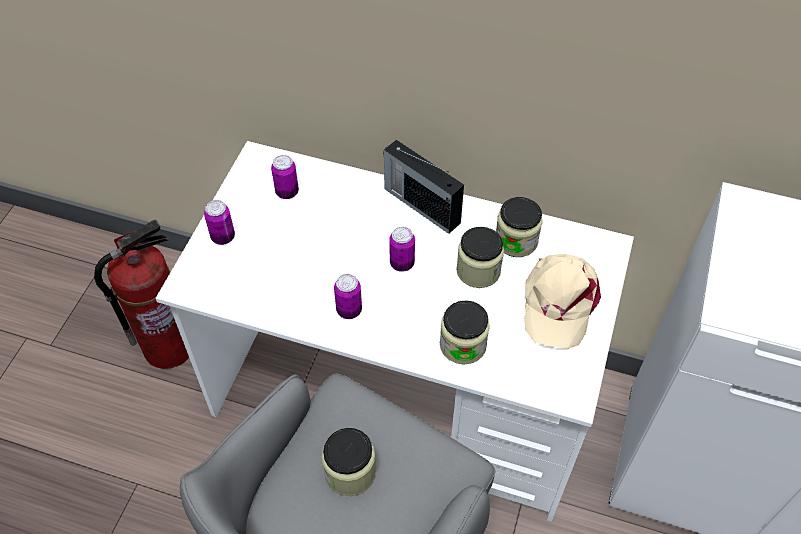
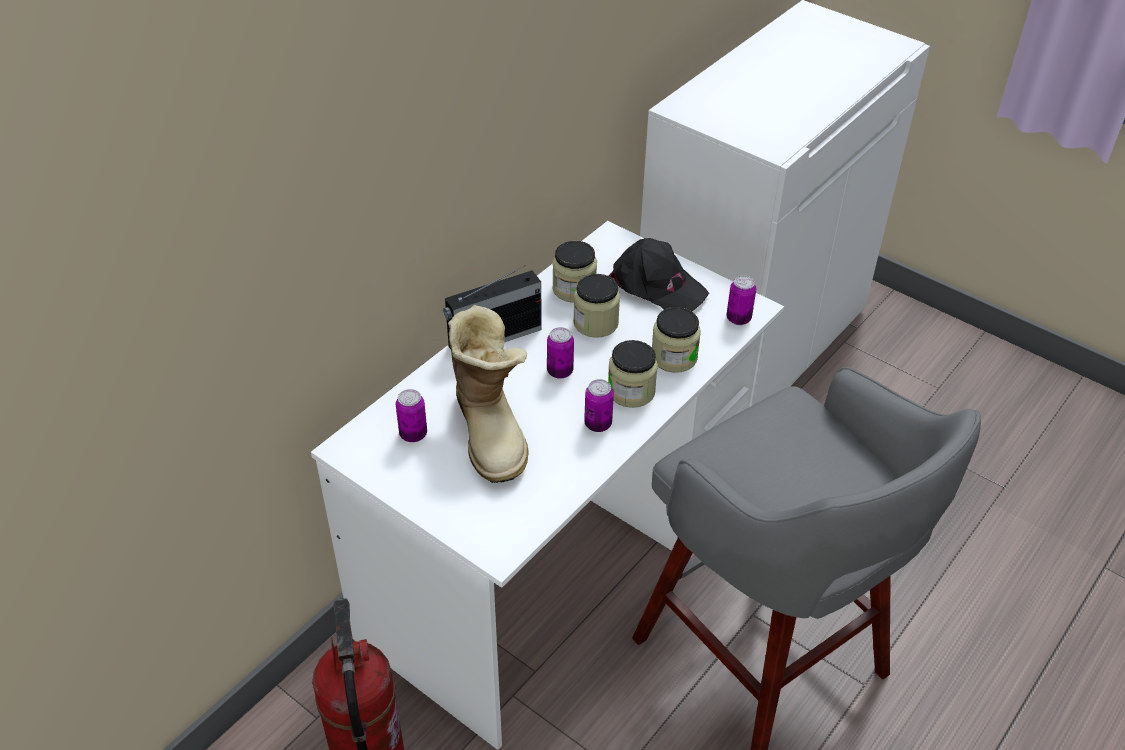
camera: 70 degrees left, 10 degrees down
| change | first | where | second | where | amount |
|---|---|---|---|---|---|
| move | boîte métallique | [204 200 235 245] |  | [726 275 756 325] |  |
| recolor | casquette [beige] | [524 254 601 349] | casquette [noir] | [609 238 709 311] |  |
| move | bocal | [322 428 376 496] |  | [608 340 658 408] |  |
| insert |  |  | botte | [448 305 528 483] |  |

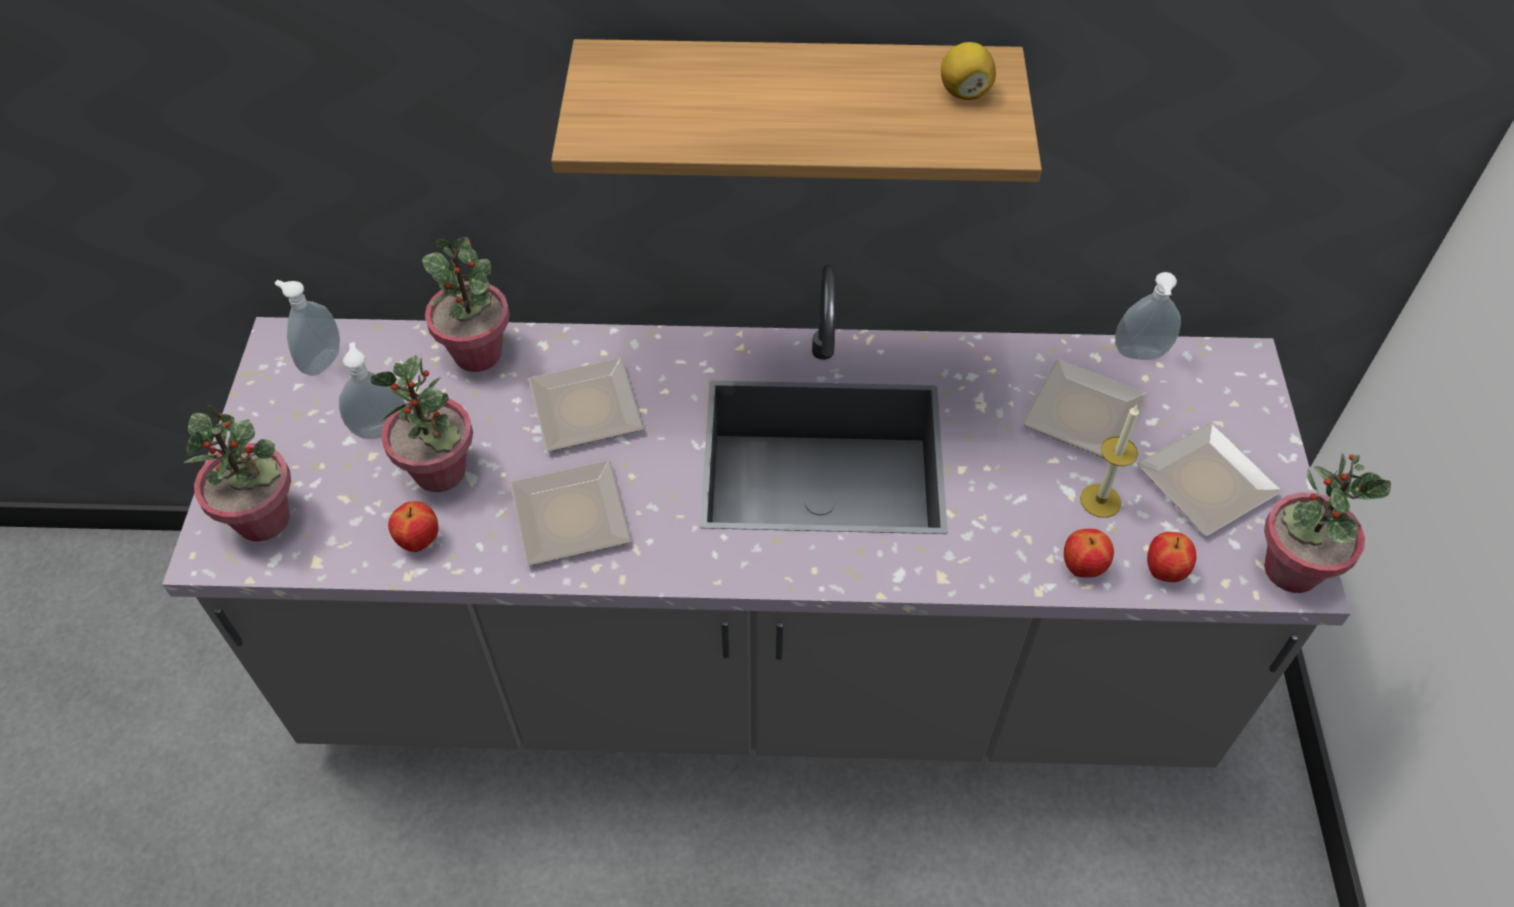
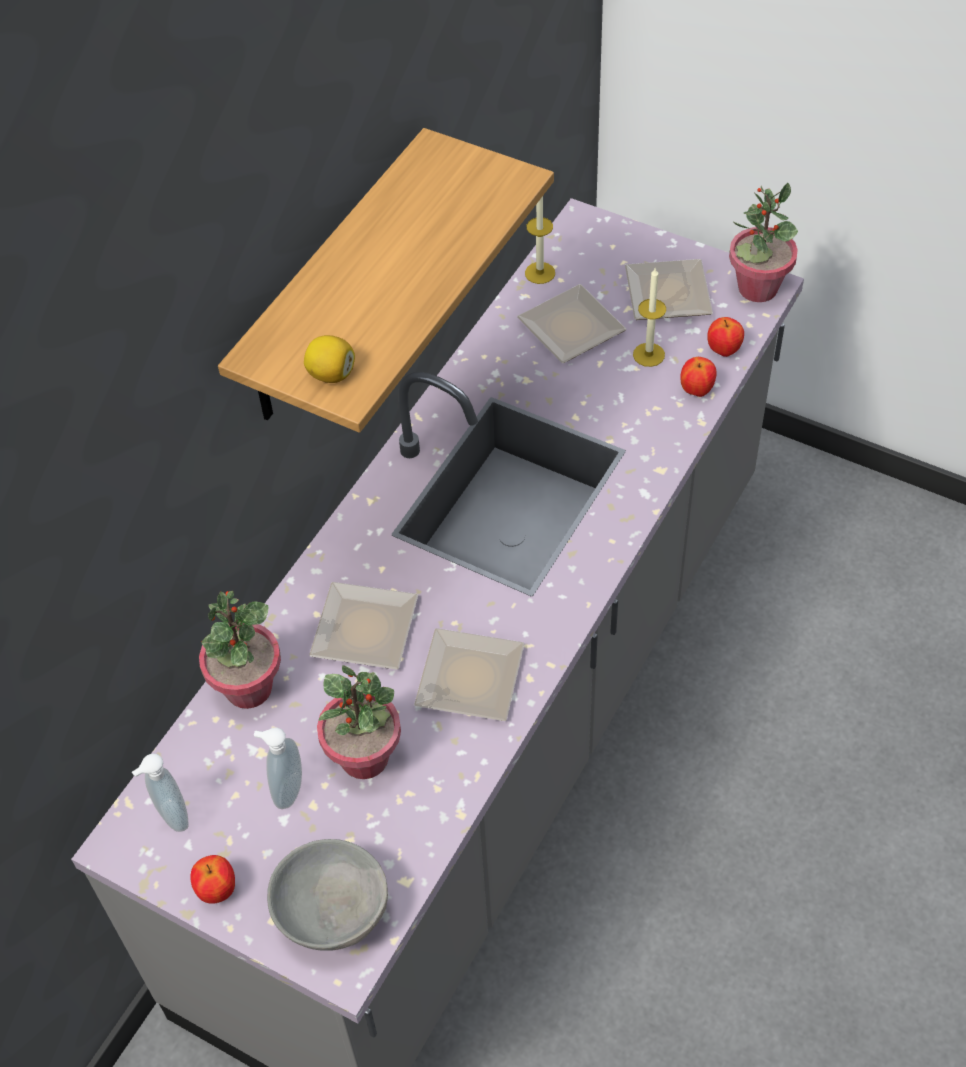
camera: 60 degrees left, 0 degrees up
| change | first | where | second | where | amount |
|---|---|---|---|---|---|
| move | citron | [941 42 996 100] |  | [304 335 355 383] |  |
| replace | distributeur de savon | [1115 272 1181 360] | bougie | [525 196 555 284] |  |
| replace | plante en pot | [184 404 291 541] | bol [gris] | [267 839 388 951] |  |
| move | pomme | [388 501 438 552] |  | [190 855 235 904] |  |

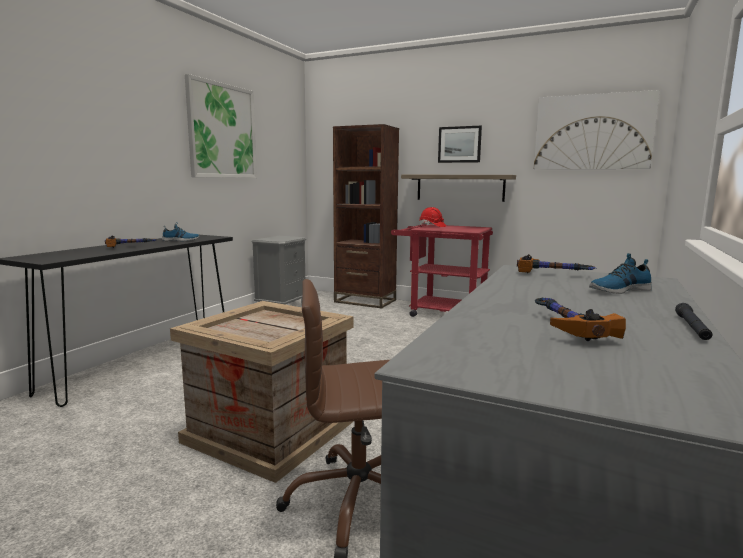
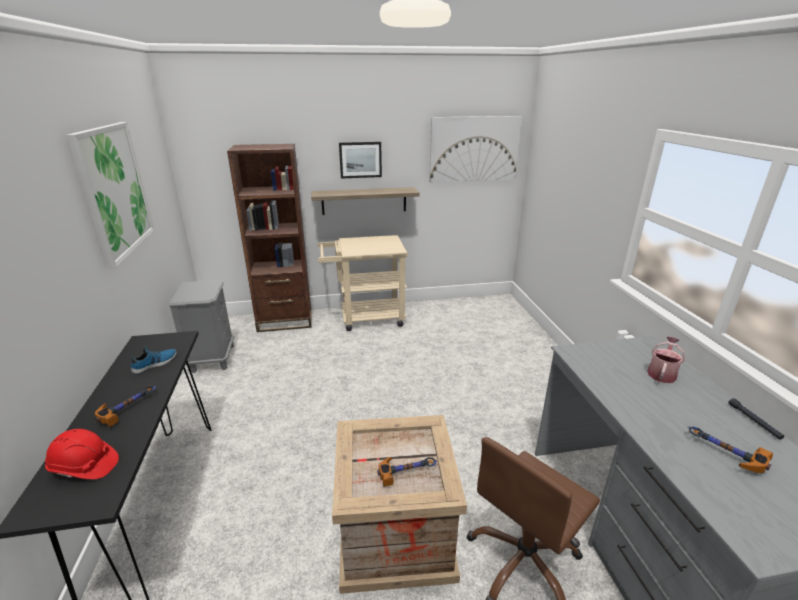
camera: 35 degrees left, 15 degrees up
| change | first | where | second | where | amount |
|---|---|---|---|---|---|
| move | casque de chantier [rouge] | [419 207 446 227] |  | [45 429 119 479] |  |
| recolor | chariot [rouge] | [391 224 493 317] | chariot [beige] | [318 235 408 331] |  |
| replace | chaussure | [589 253 652 294] | arrosoir | [647 336 685 383] |  |
| move | marteau | [517 254 597 273] |  | [377 457 438 487] |  |

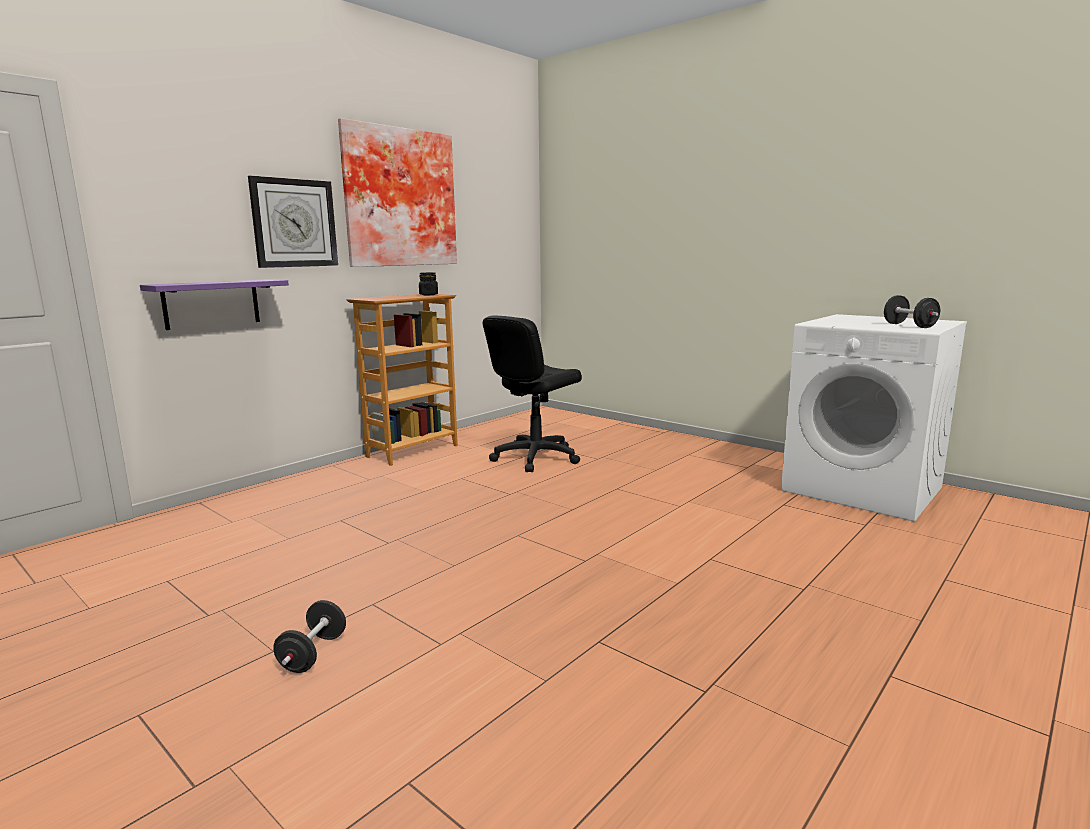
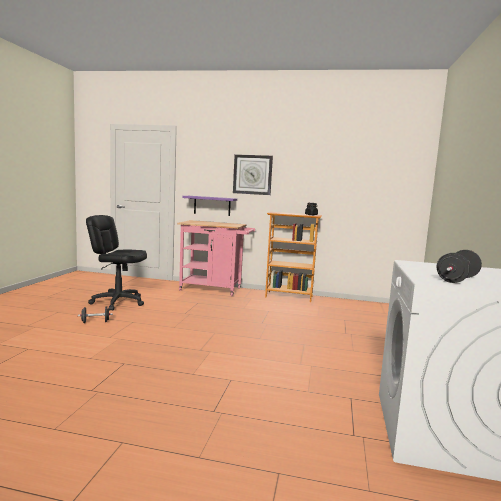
camera: 60 degrees right, 5 degrees down
| change | first | where | second | where | amount |
|---|---|---|---|---|---|
| delete | tableau | [338 118 457 267] |  |  |  |
| move | chaise de bureau [noir] | [483 316 582 472] |  | [86 215 147 311] |  |
| insert |  |  | chariot [rose] | [177 220 255 296] |  |

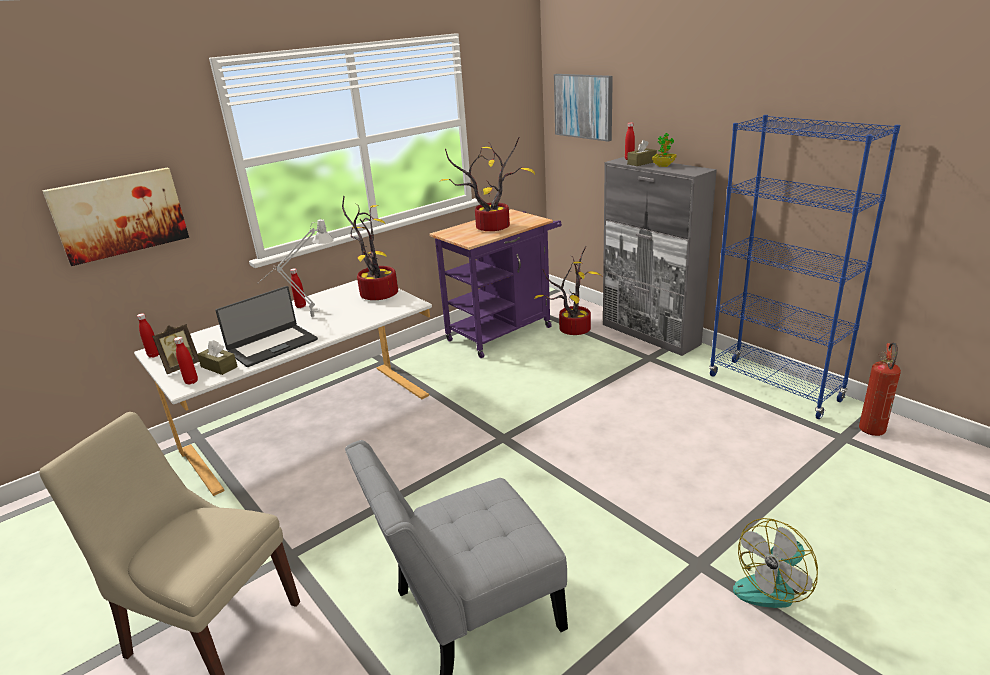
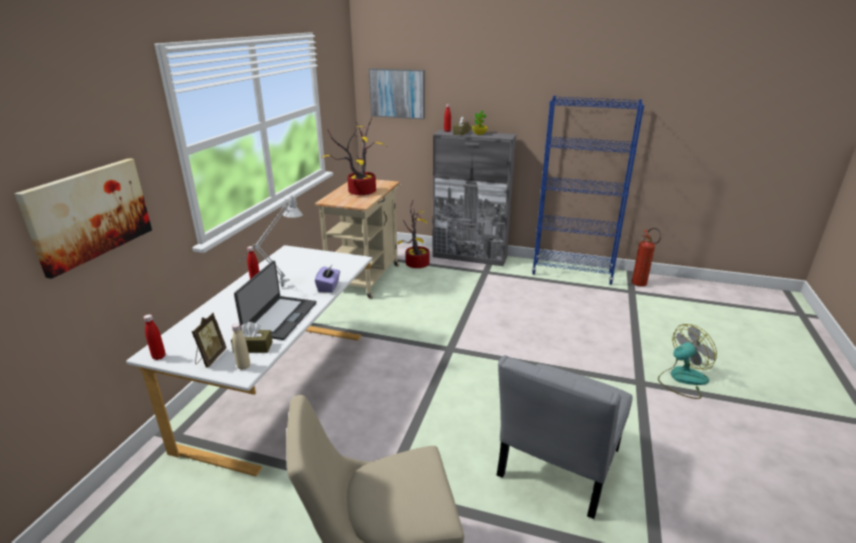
camera: 35 degrees left, 0 degrees up
| change | first | where | second | where | amount |
|---|---|---|---|---|---|
| delete | plante en pot | [342 196 398 300] |  |  |  |
| recolor | chariot [violet] | [429 209 562 358] | chariot [beige] | [315 180 401 299] |  |
| recolor | bouteille [rouge] | [174 337 198 385] | bouteille [beige] | [232 323 250 370] |  |
| rotate | ventilateur | [733 518 818 608] |  | [658 324 717 399] | 135 degrees counterclockwise |
| insert |  |  | boîte à mouchoirs [violet] | [315 265 340 293] |  |

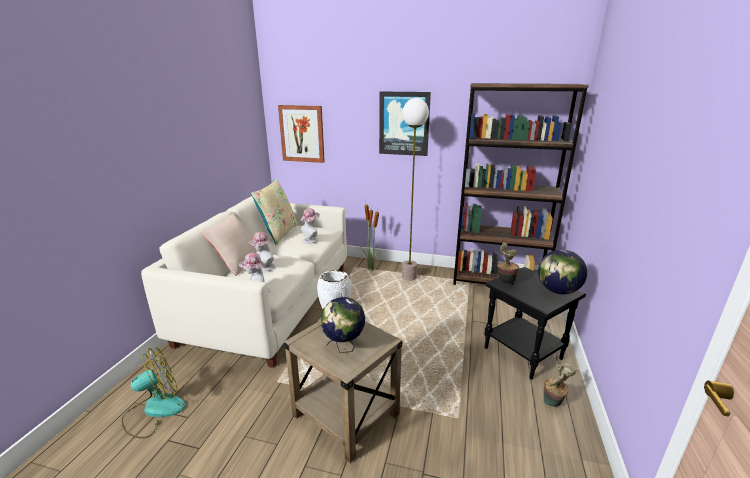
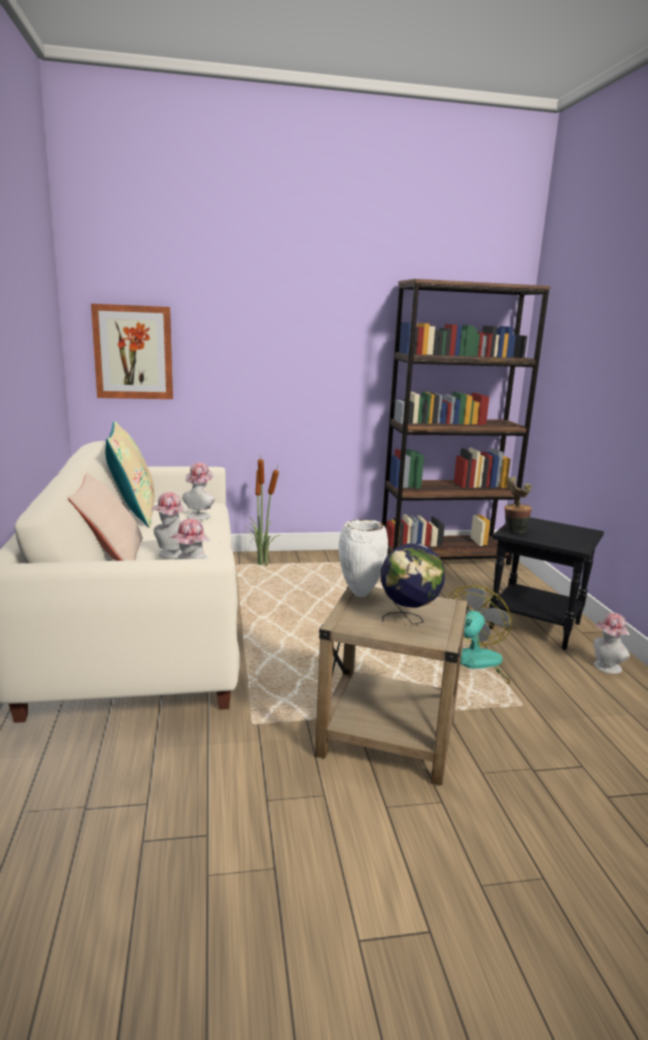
camera: 25 degrees left, 5 degrees down
| change | first | where | second | where | amount |
|---|---|---|---|---|---|
| delete | tableau | [379 91 431 156] |  |  |  |
| delete | lampadaire | [402 98 429 281] |  |  |  |
| delete | globe | [538 250 587 294] |  |  |  |
| move | ventilateur | [121 348 186 439] |  | [448 586 512 684] |  |
| replace | plante en pot | [544 363 576 407] | chapeau | [593 613 630 674] |  |

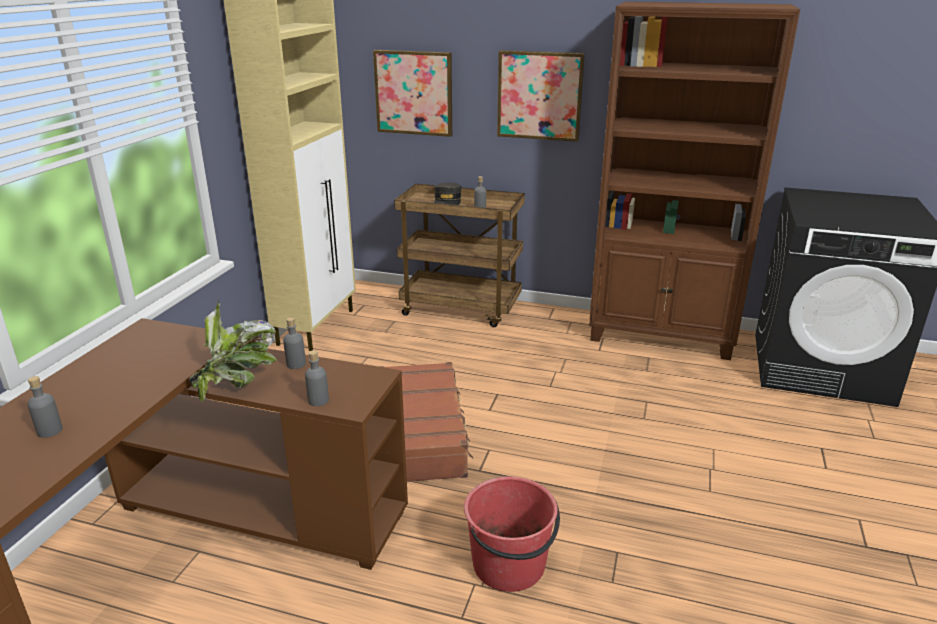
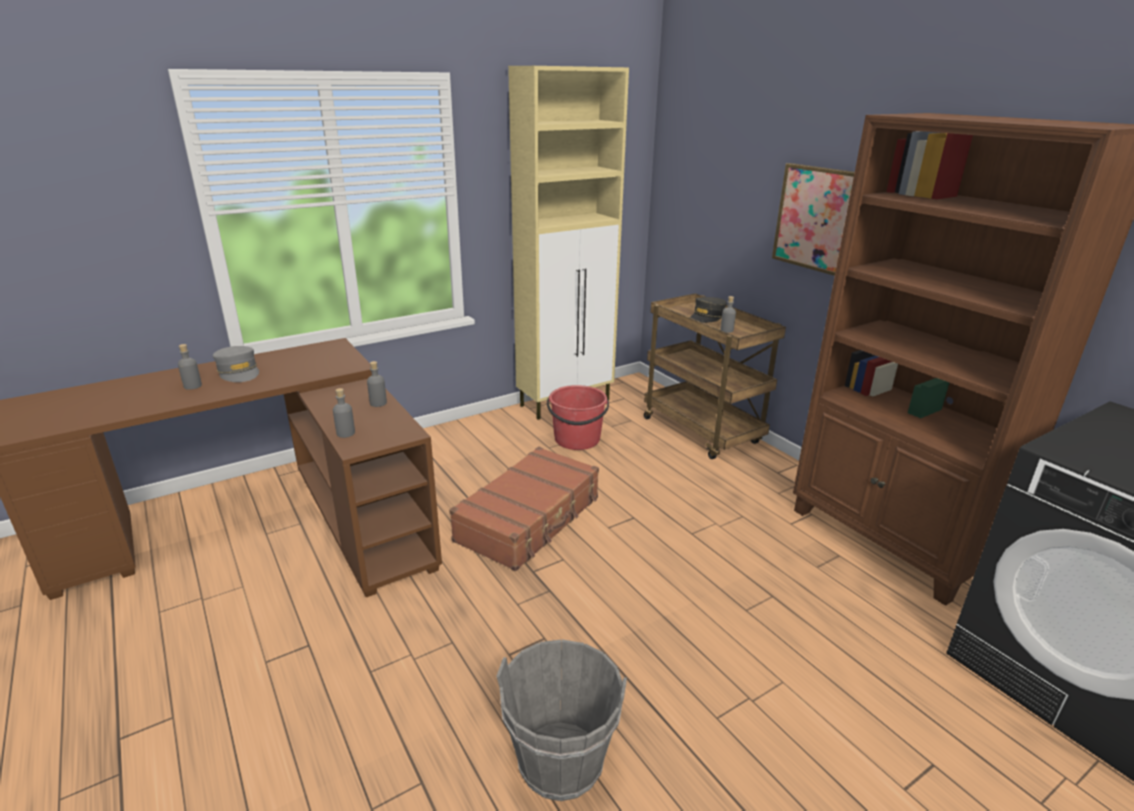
camera: 40 degrees right, 0 degrees up
| change | first | where | second | where | amount |
|---|---|---|---|---|---|
| delete | tableau | [373 50 452 137] |  |  |  |
| delete | plante en pot | [189 300 277 402] |  |  |  |
| move | seau [rouge] | [464 476 560 592] |  | [547 385 609 450] |  |
| insert |  |  | casquette [gris] | [213 346 259 382] |  |
| insert |  |  | seau [gris] | [496 639 627 801] |  |

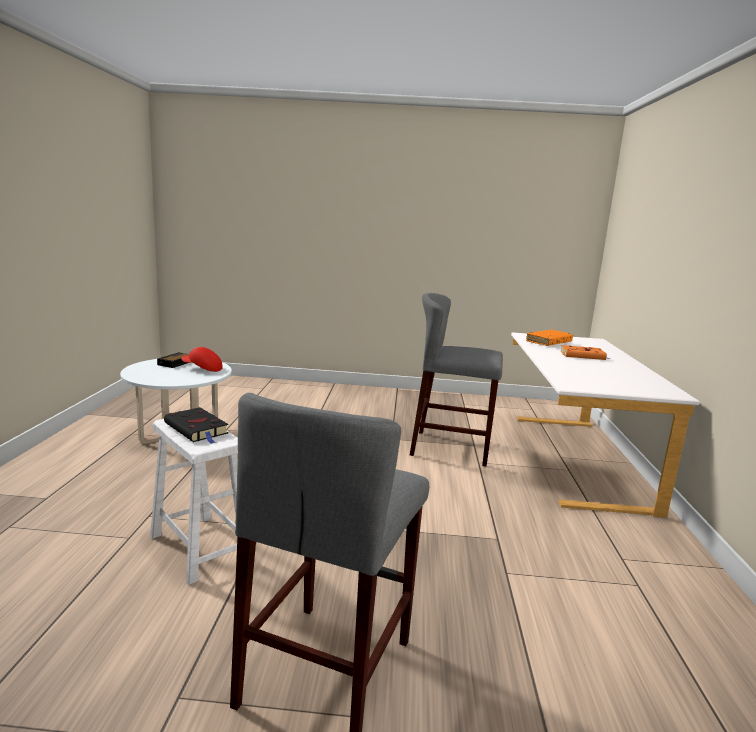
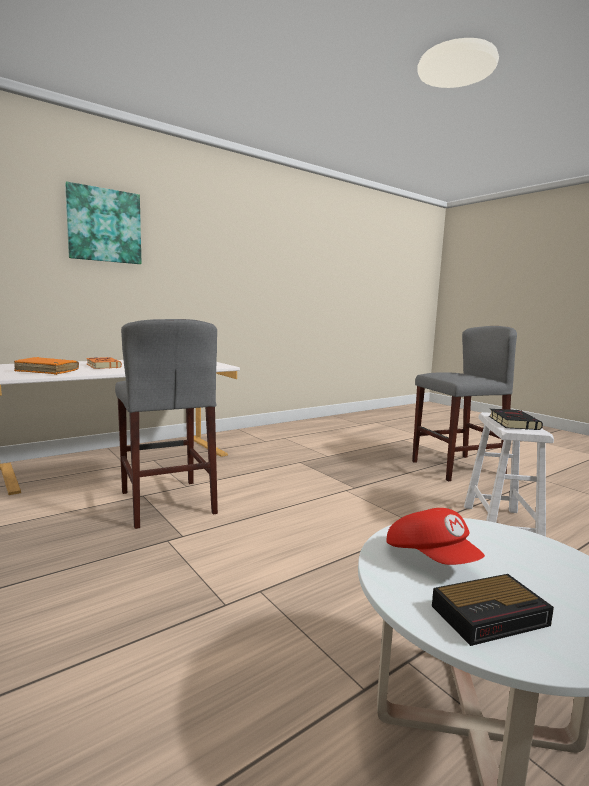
camera: 130 degrees left, 5 degrees down
| change | first | where | second | where | amount |
|---|---|---|---|---|---|
| insert |  |  | tableau | [65 182 141 264] |  |

